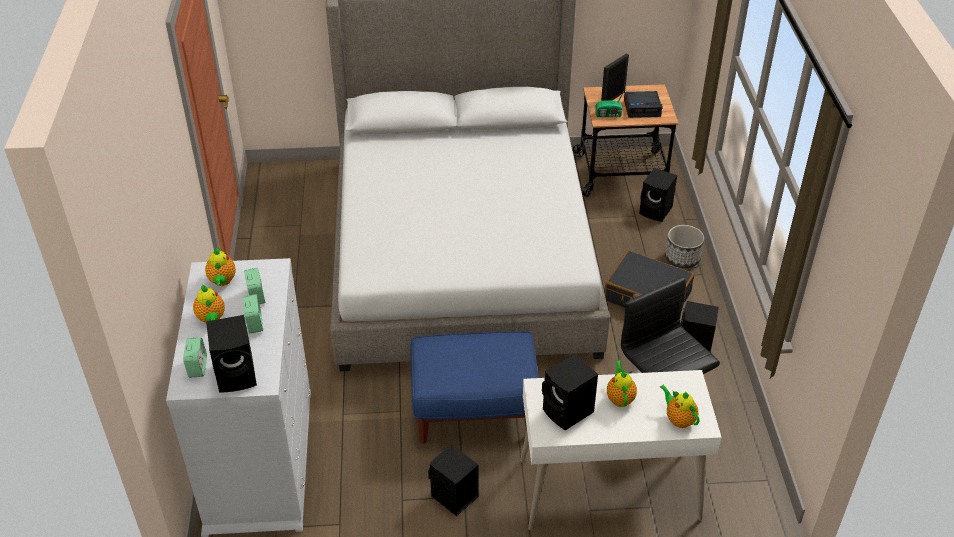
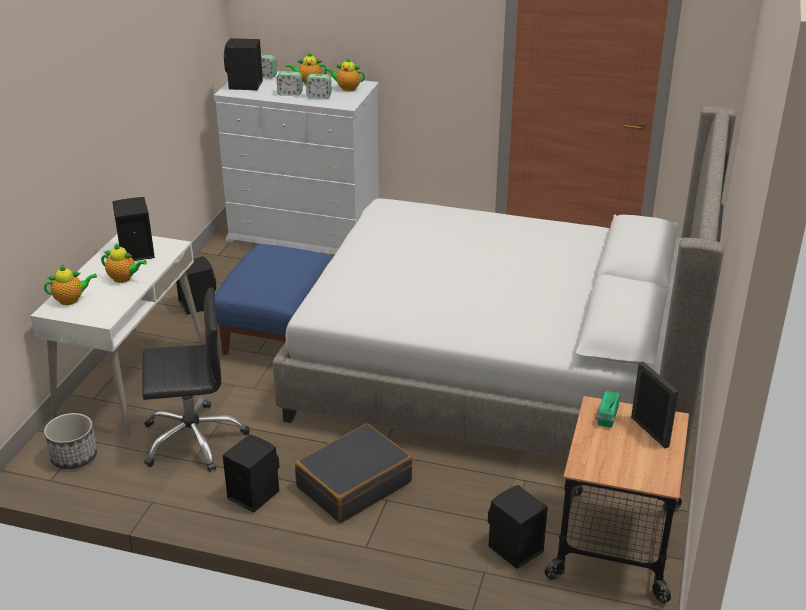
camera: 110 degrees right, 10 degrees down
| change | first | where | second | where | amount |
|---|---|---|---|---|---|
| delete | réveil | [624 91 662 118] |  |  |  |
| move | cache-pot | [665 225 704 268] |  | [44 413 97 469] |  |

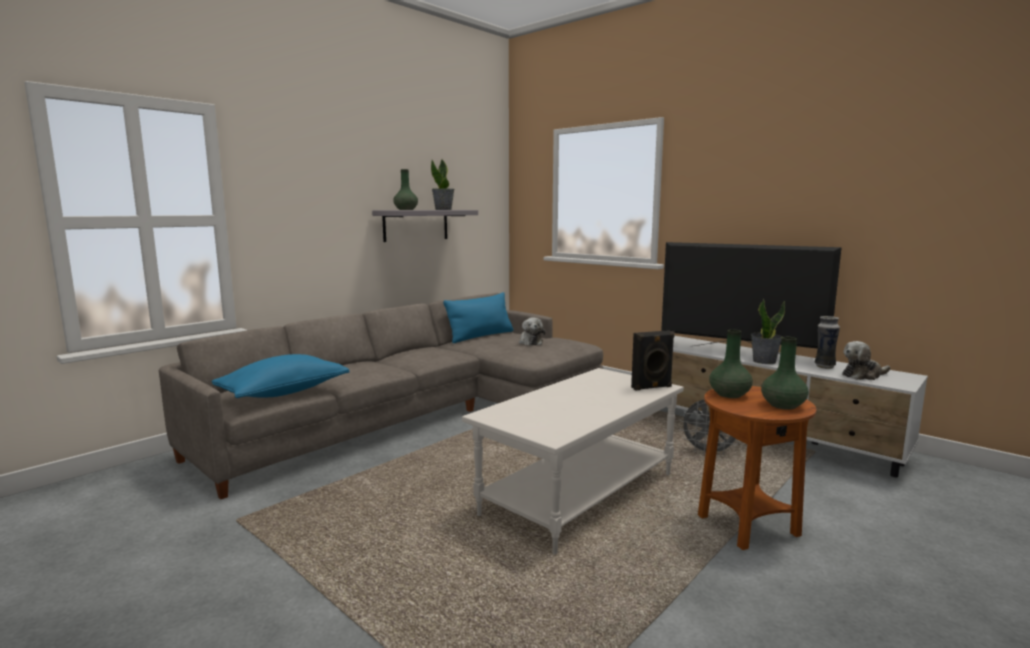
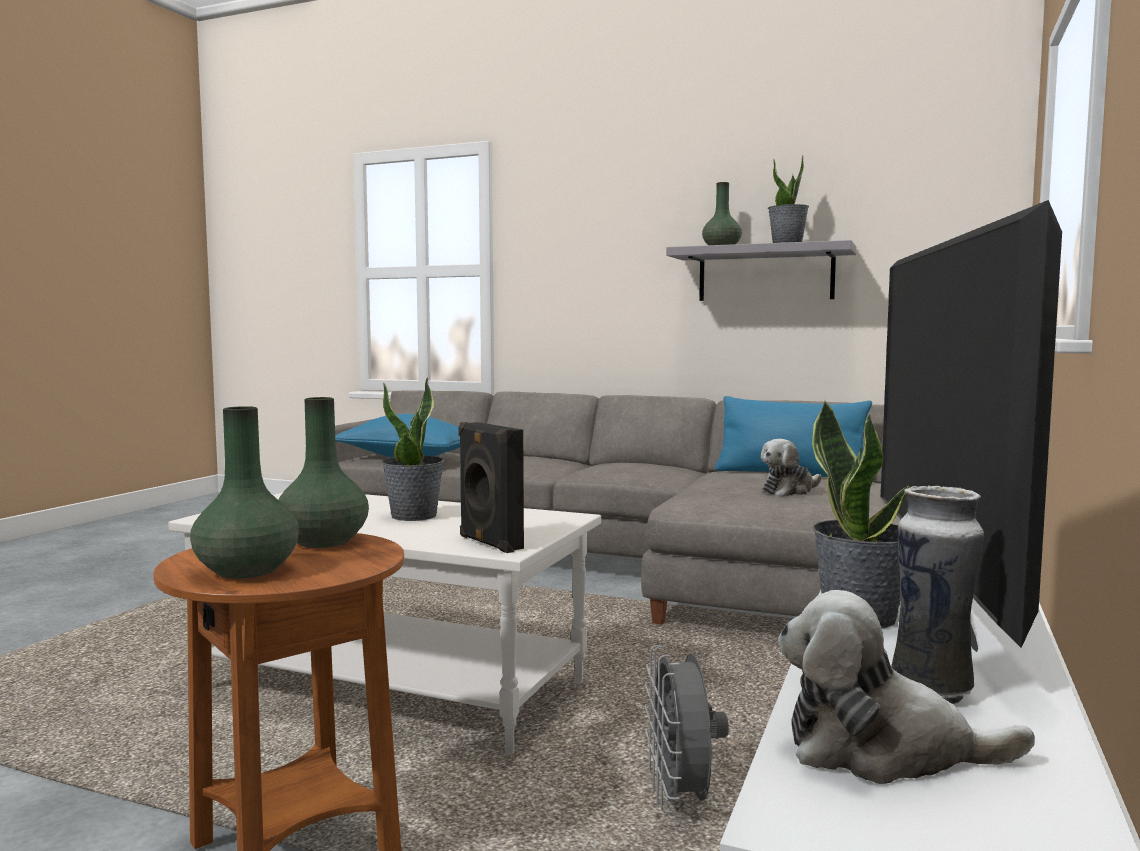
camera: 70 degrees right, 5 degrees down
| change | first | where | second | where | amount |
|---|---|---|---|---|---|
| rotate | peluche | [842 341 890 380] |  | [778 590 1035 784] | 45 degrees counterclockwise |
| insert |  |  | plante en pot | [381 378 445 521] |  |

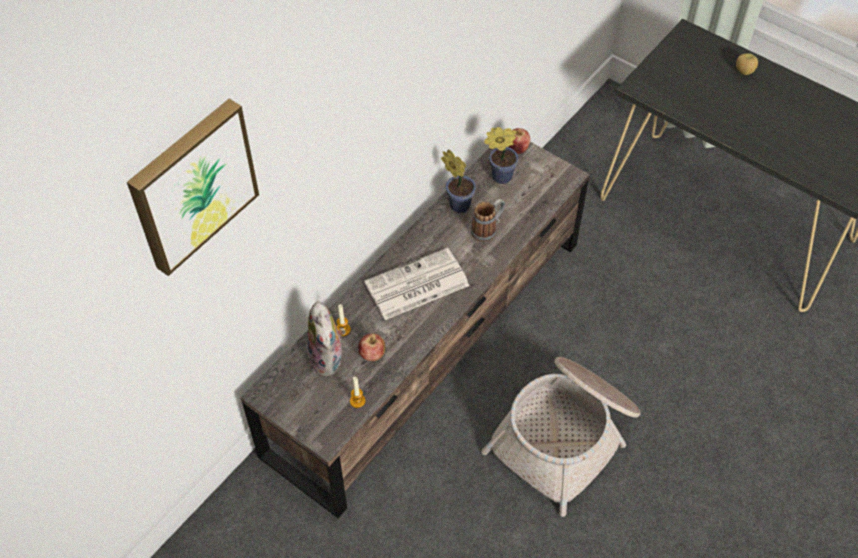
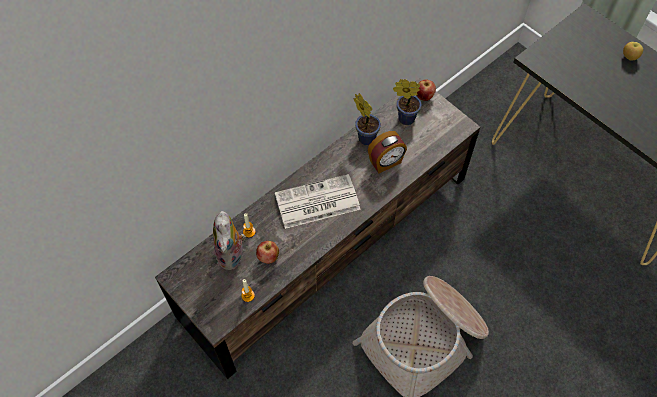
camera: 10 degrees right, 5 degrees up
| change | first | where | second | where | amount |
|---|---|---|---|---|---|
| delete | tableau | [127 99 259 276] |  |  |  |
| replace | mug | [471 199 505 242] | réveil | [368 131 407 173] |  |

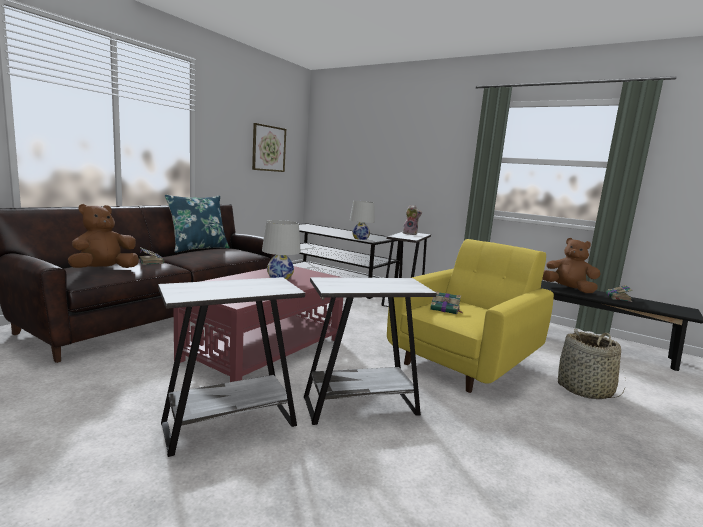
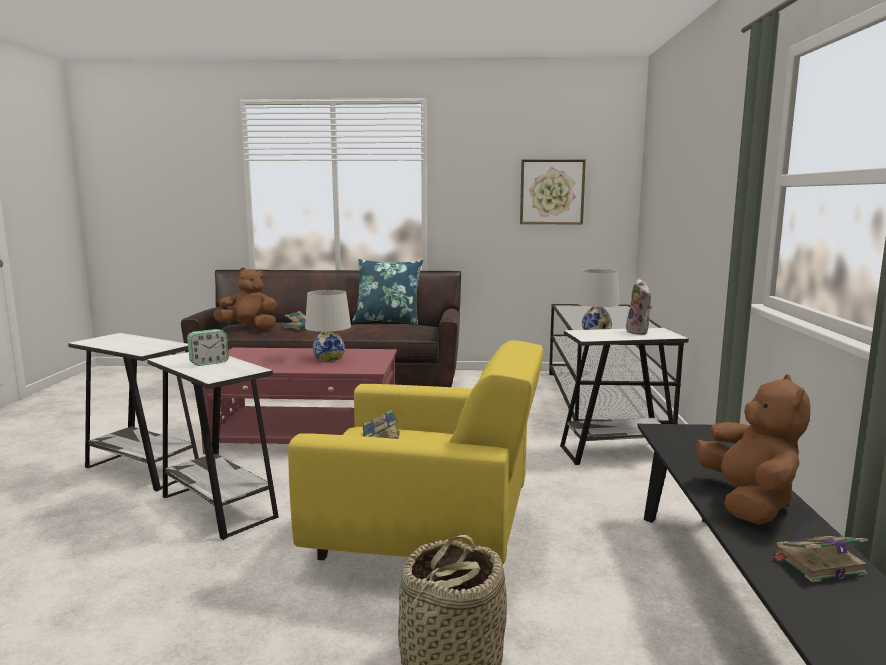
camera: 60 degrees right, 0 degrees up
| change | first | where | second | where | amount |
|---|---|---|---|---|---|
| insert |  |  | réveil | [187 329 229 366] |  |

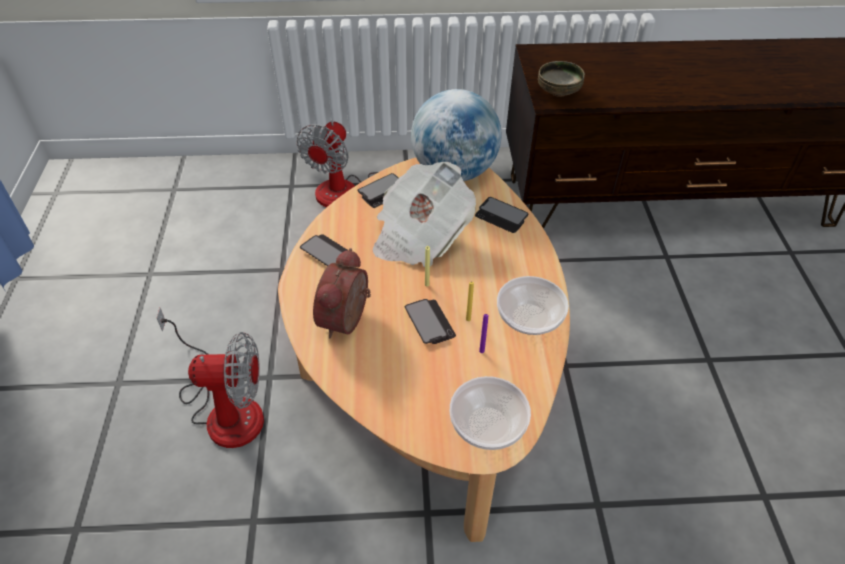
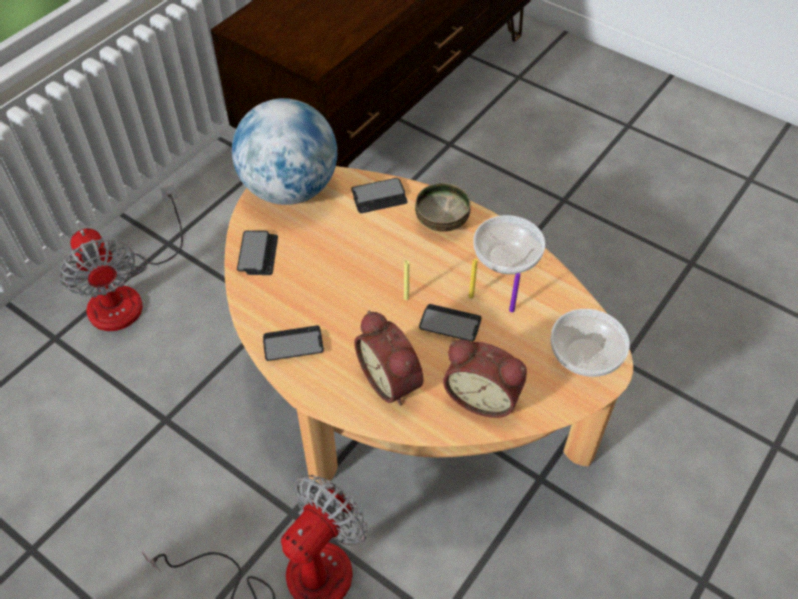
camera: 50 degrees left, 5 degrees up
| change | first | where | second | where | amount |
|---|---|---|---|---|---|
| move | bol | [538 61 585 97] |  | [415 183 471 232] |  |
| delete | journal | [372 162 476 267] |  |  |  |
| insert |  |  | réveil | [443 339 527 418] |  |

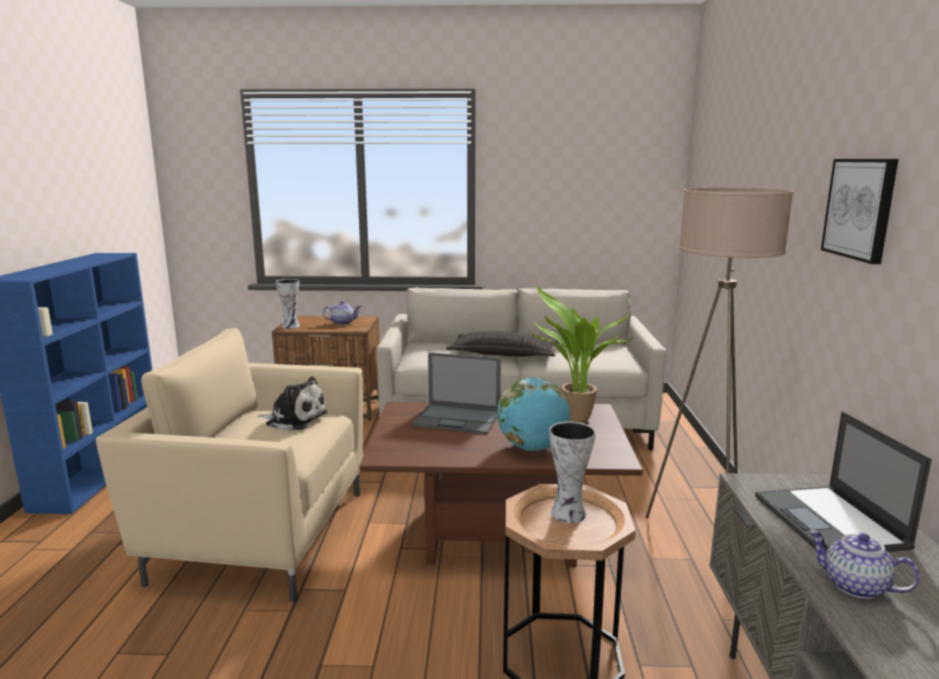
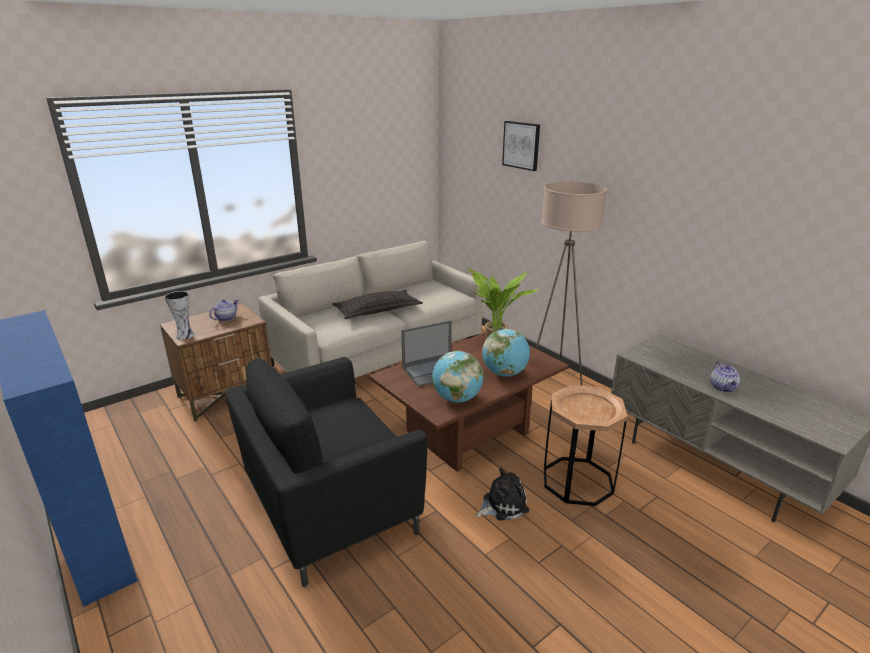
camera: 40 degrees left, 10 degrees up
| change | first | where | second | where | amount |
|---|---|---|---|---|---|
| move | tableau | [821 159 899 264] |  | [502 121 540 171] |  |
| recolor | fauteuil [beige] | [96 328 363 602] | fauteuil [noir] | [225 357 427 587] |  |
| move | peluche | [257 376 328 431] |  | [476 468 529 521] |  |
| delete | ordinateur portable | [755 411 932 552] |  |  |  |
| delete | vase | [549 422 596 523] |  |  |  |
| rotate | théière | [808 530 920 599] |  | [710 361 740 392] | 90 degrees counterclockwise |
| insert |  |  | globe | [432 351 484 402] |  |

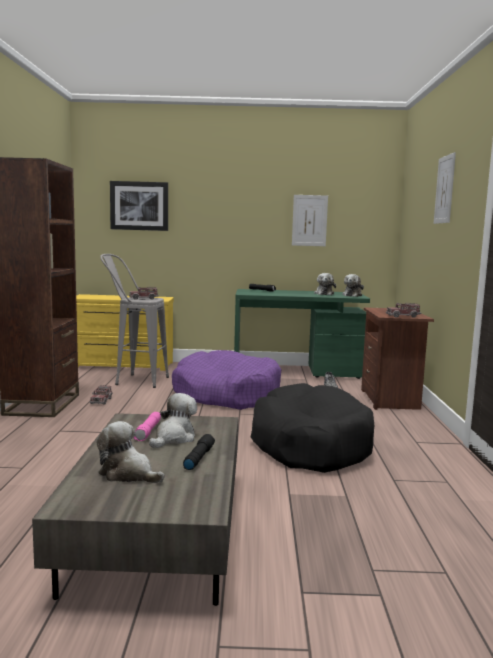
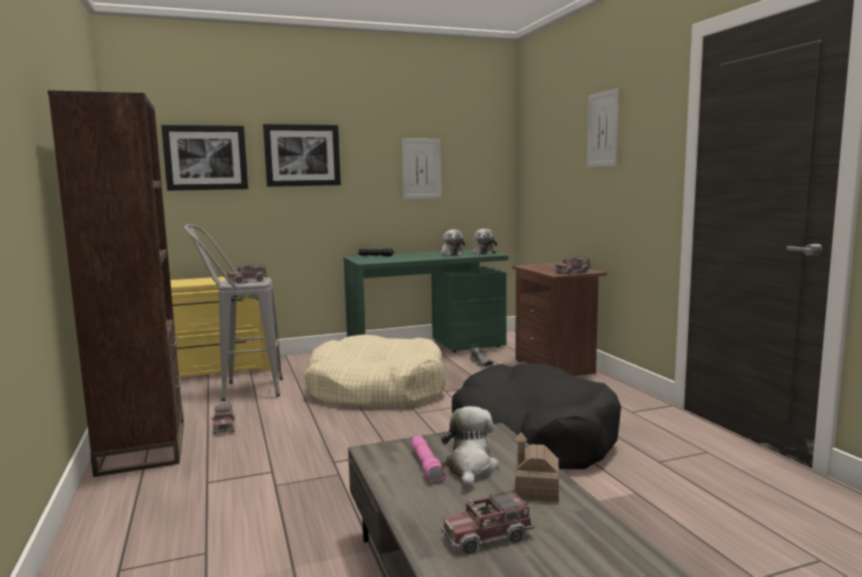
camera: 20 degrees left, 0 degrees up
| change | first | where | second | where | amount |
|---|---|---|---|---|---|
| recolor | panier pour chien [violet] | [172 350 281 410] | panier pour chien [beige] | [305 335 445 408] |  |
| replace | peluche | [96 421 164 483] | camion jouet | [441 490 535 554] |  |
| replace | lampe de poche [noir] | [183 434 215 470] | maison miniature | [515 432 559 502] |  |
| insert |  |  | tableau | [263 124 341 187] |  |

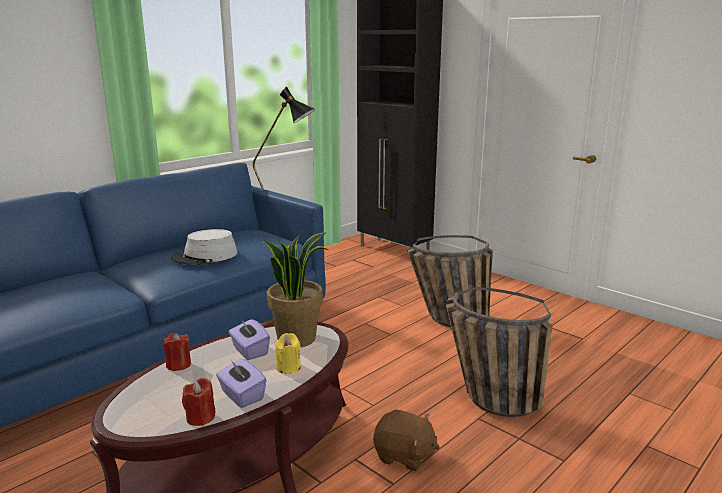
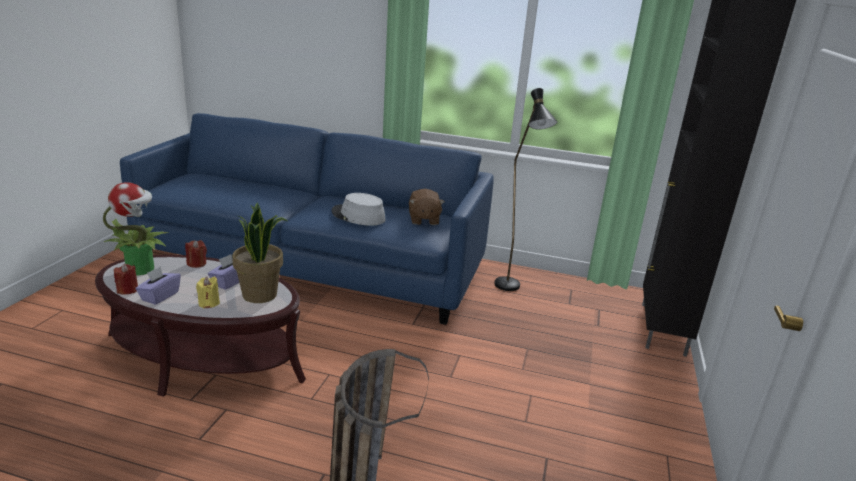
camera: 60 degrees right, 5 degrees up
| change | first | where | second | where | amount |
|---|---|---|---|---|---|
| delete | panier | [407 235 493 327] |  |  |  |
| move | peluche [marron] | [373 410 440 471] |  | [409 189 445 225] |  |
| insert |  |  | plante en pot | [103 182 168 275] |  |

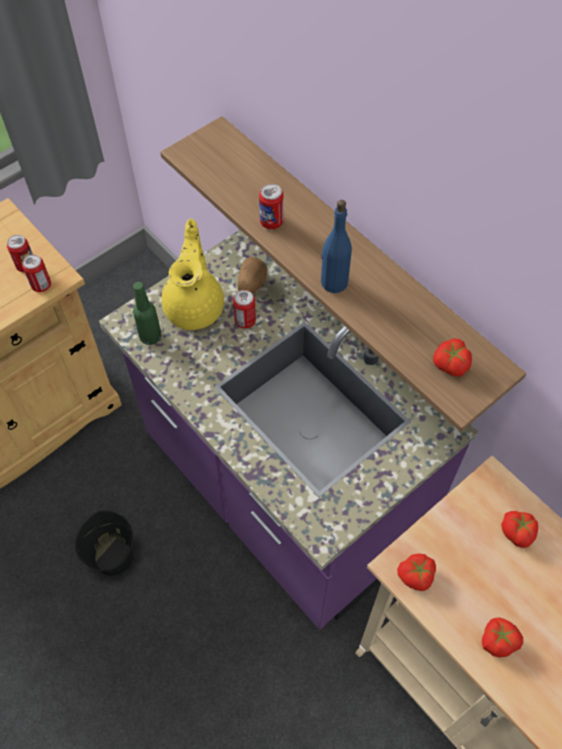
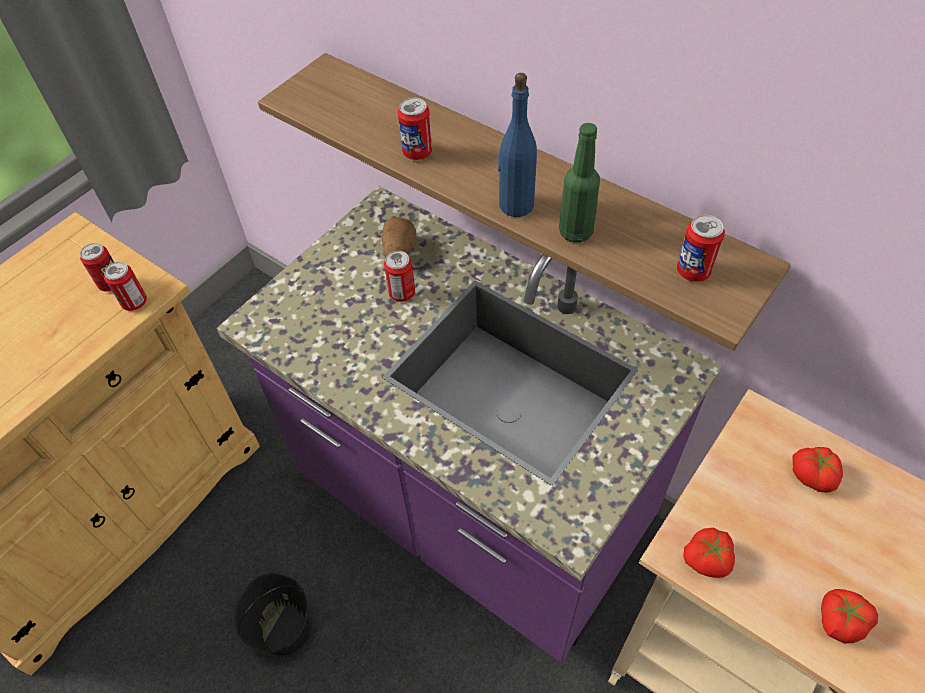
camera: 10 degrees left, 5 degrees down
| change | first | where | second | where | amount |
|---|---|---|---|---|---|
| delete | théière [jaune] | [161 219 224 330] |  |  |  |
| move | bouteille [vert] | [133 282 161 345] |  | [559 123 600 242] |  |
| replace | tomate | [433 338 472 376] | boîte métallique | [677 215 725 282] |  |

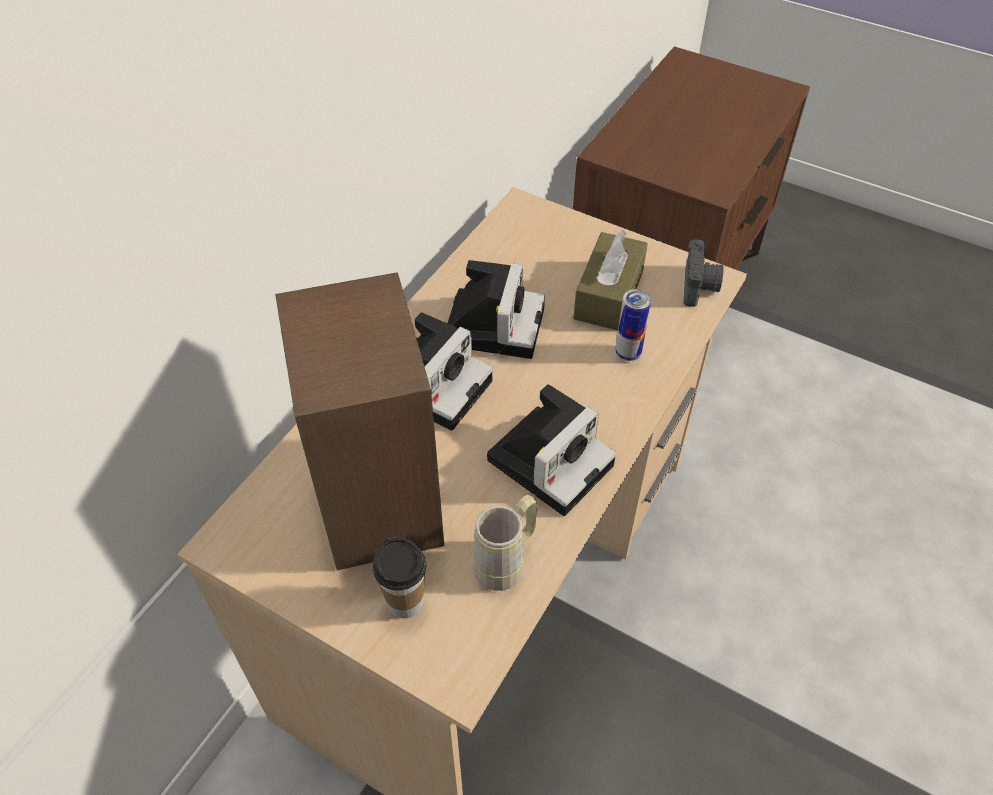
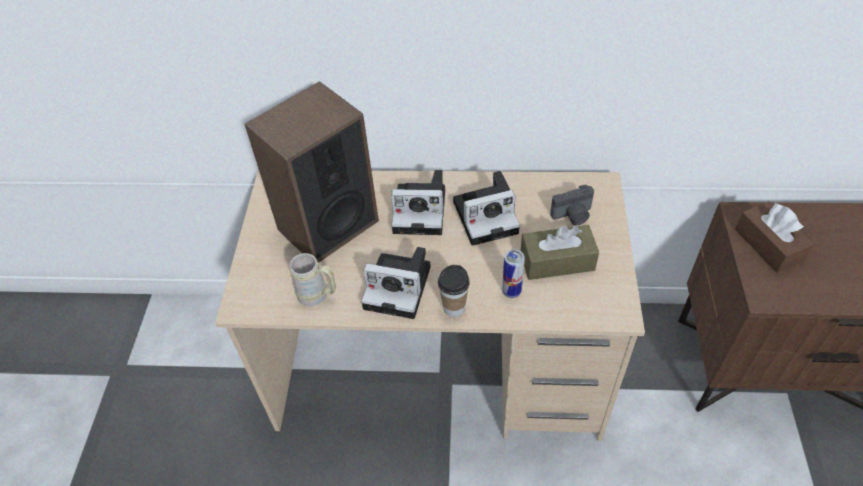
camera: 65 degrees right, 0 degrees up
| change | first | where | second | where | amount |
|---|---|---|---|---|---|
| move | appareil photo | [684 239 724 307] |  | [550 185 594 225] |  |
| move | tasse | [373 537 426 619] |  | [438 265 470 317] |  |
| insert |  |  | boîte à mouchoirs [marron] | [735 201 814 273] |  |

